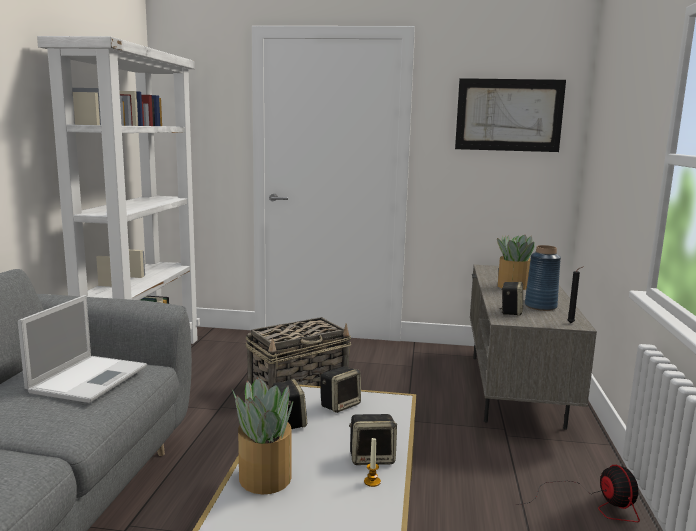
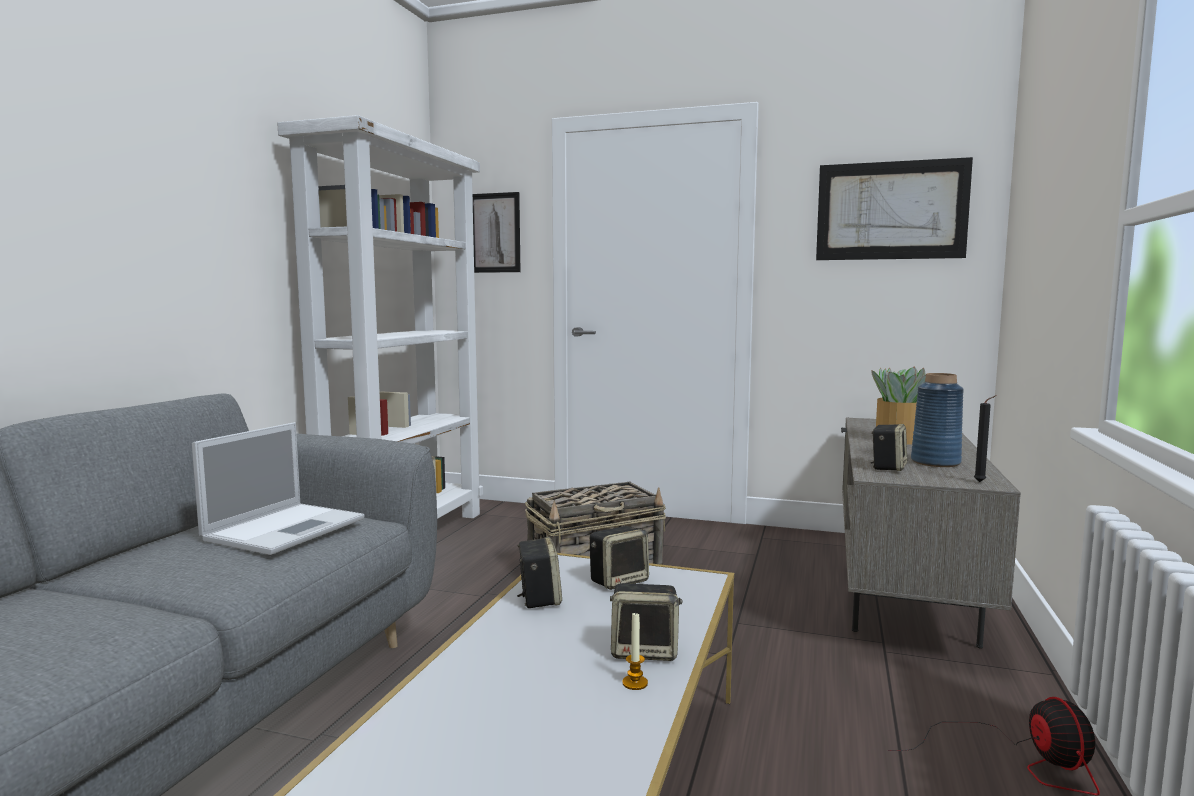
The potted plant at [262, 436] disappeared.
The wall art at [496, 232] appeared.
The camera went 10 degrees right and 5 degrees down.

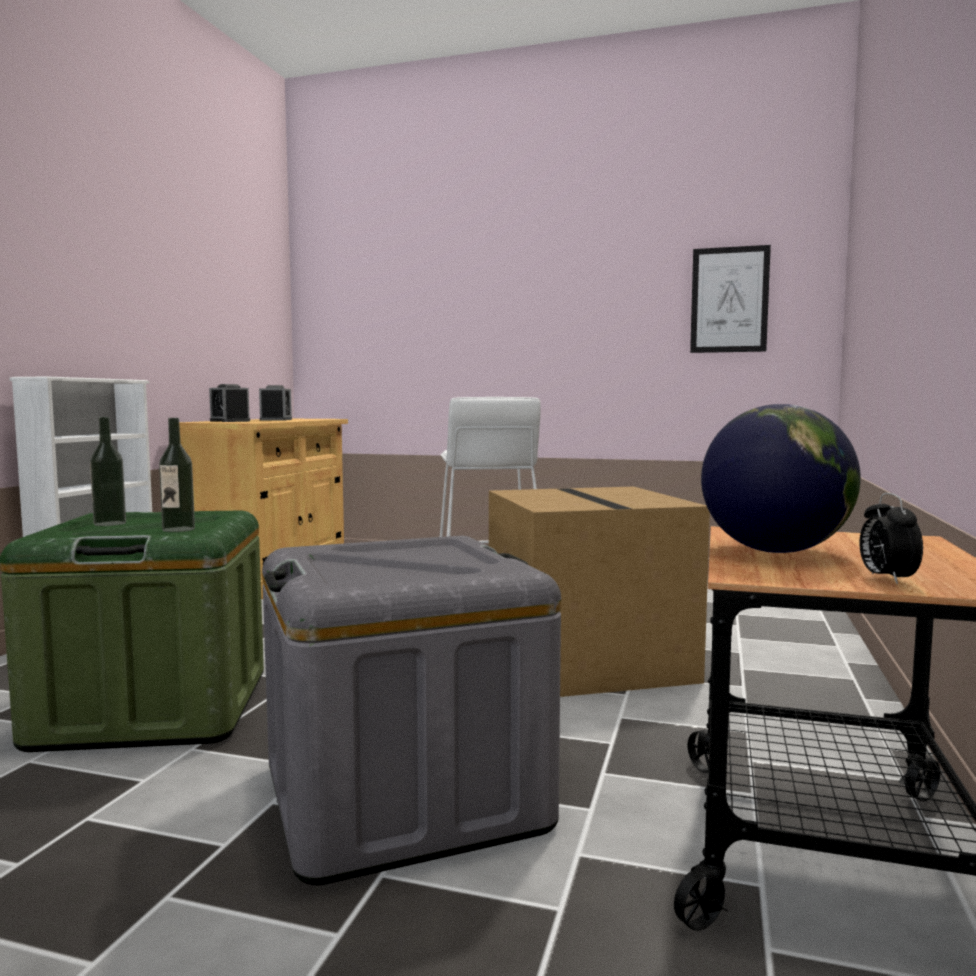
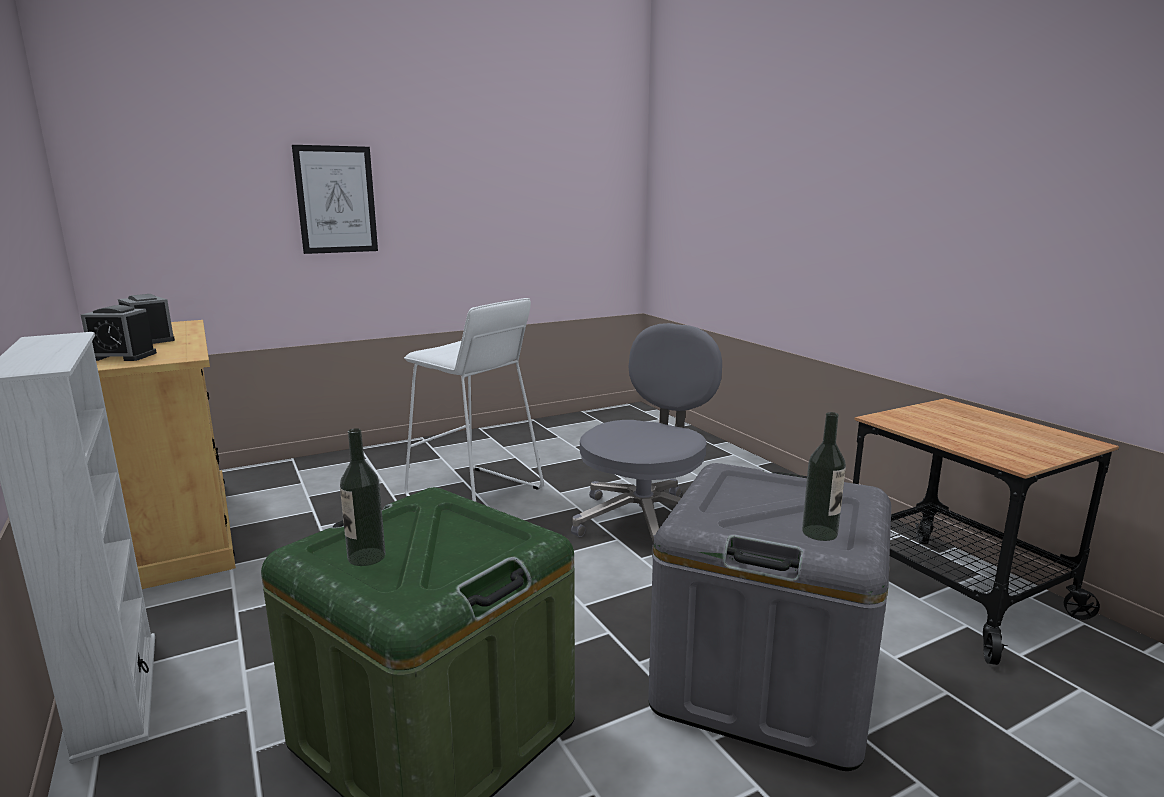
The world globe at [781, 478] disappeared.
The bedside clock at [891, 538] disappeared.
The bottle moved from [177, 475] to [824, 476].
The wall art moved from [730, 299] to [335, 199].
The carton at [599, 592] was replaced by the greyish office chair at [646, 440].
The camera went 45 degrees left and 10 degrees up.

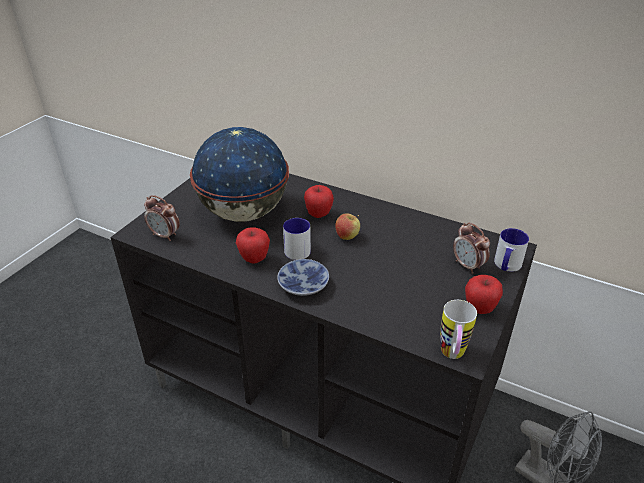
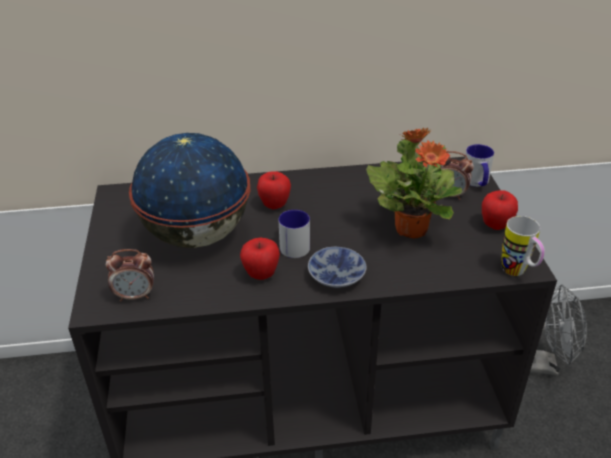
The apple at [347, 226] disappeared.
The potted plant at [414, 183] appeared.
The camera went 35 degrees left and 0 degrees up.

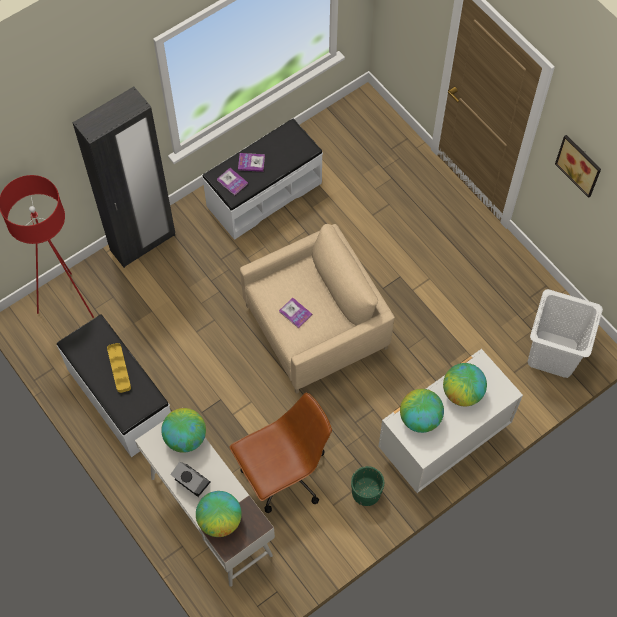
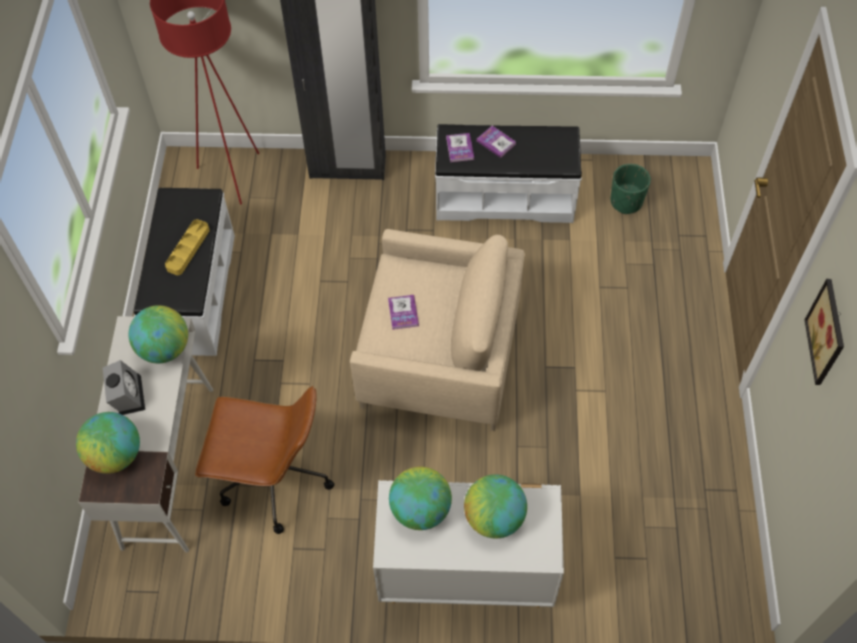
The white washing basket at [565, 333] disappeared.
The greenish planter moved from [367, 486] to [631, 189].
The camera went 40 degrees right and 5 degrees down.

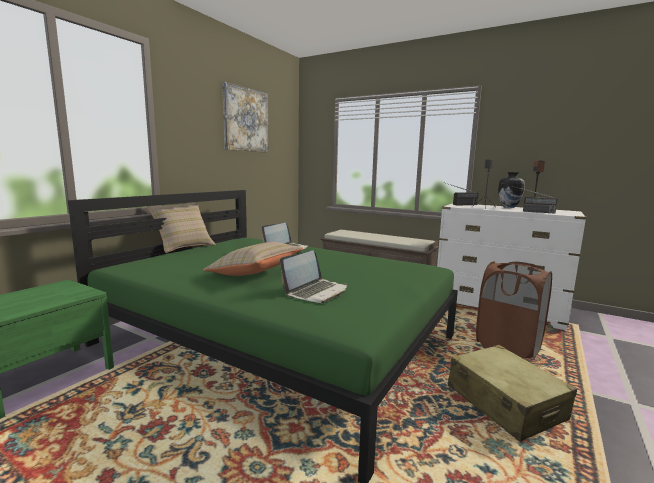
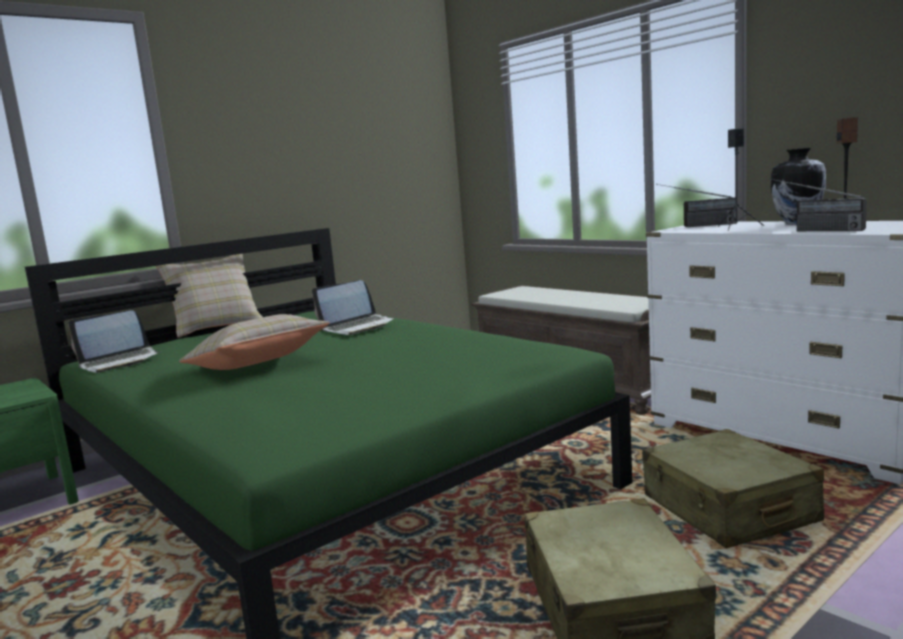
The wall art at [245, 117] disappeared.
The notebook computer moved from [313, 276] to [115, 341].
The brown-coloured washing basket at [514, 310] was replaced by the beige-coloured piece of luggage at [733, 488].
The camera went 20 degrees right and 0 degrees up.

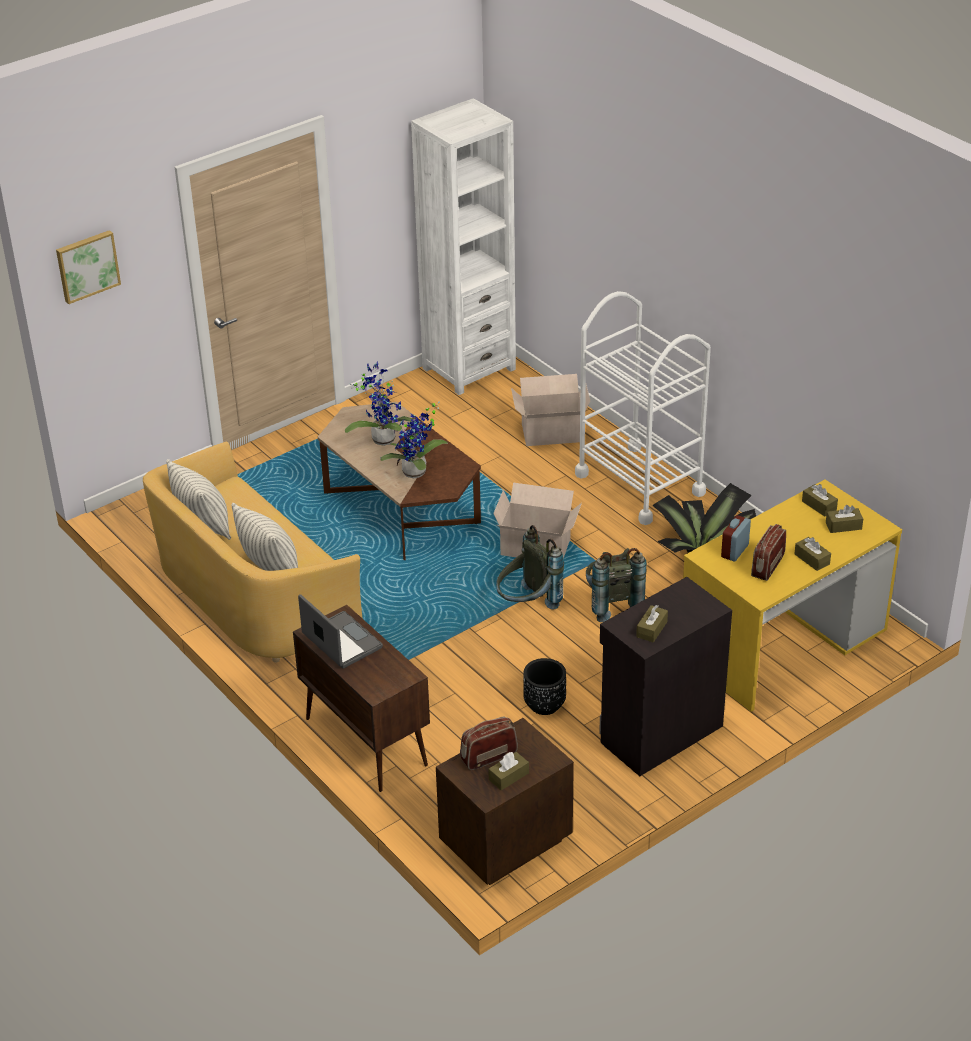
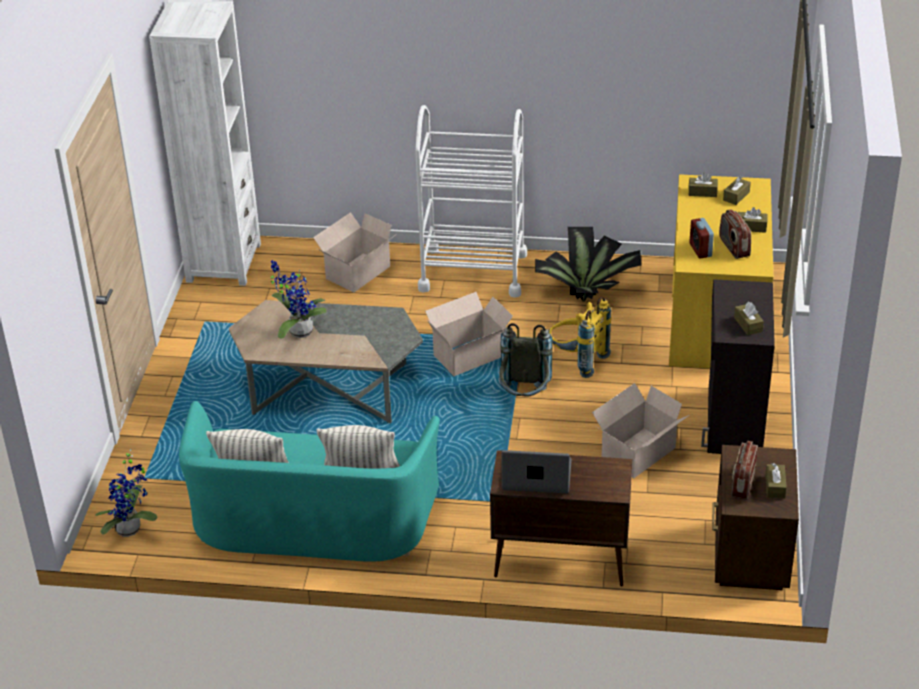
The wall art at [88, 267] disappeared.
The potted plant moved from [414, 440] to [126, 493].
The blackish planter at [544, 686] was replaced by the carton at [640, 430].
The yellowish settee at [253, 552] became the turquoise settee at [309, 481].
The brown-coloured coffee table at [399, 481] became the greyish coffee table at [326, 362].
The greyish knapsack at [616, 585] became the yellowish knapsack at [580, 337].
The camera went 45 degrees left and 0 degrees up.

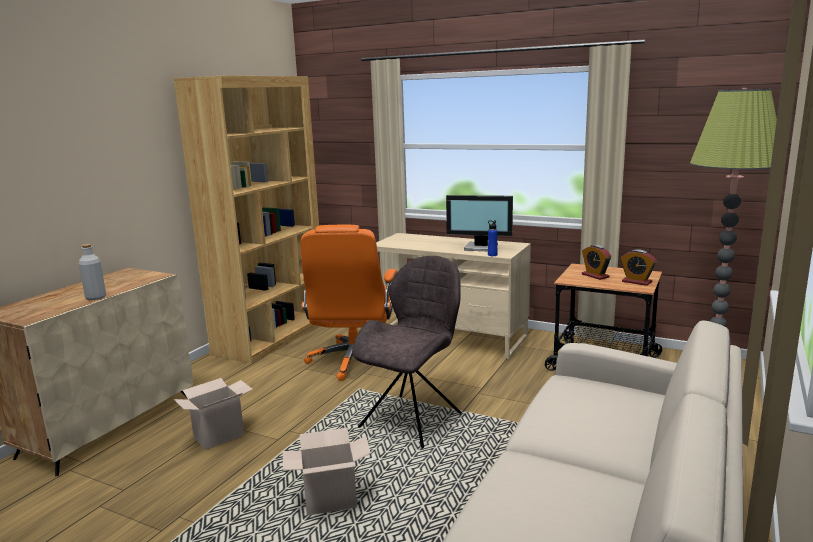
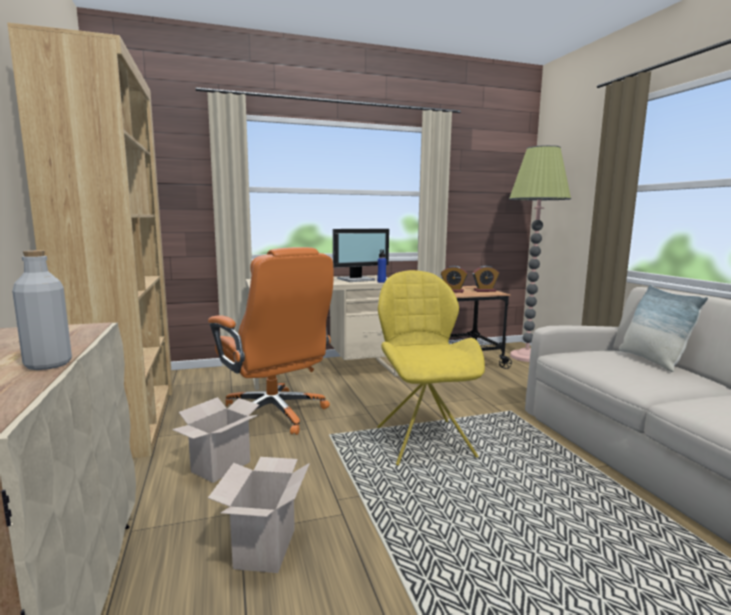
The cushion at [663, 328] appeared.
The carton moved from [327, 472] to [215, 440].
The greyish chair at [407, 352] became the yellowish chair at [431, 367].
The camera went 45 degrees left and 5 degrees down.

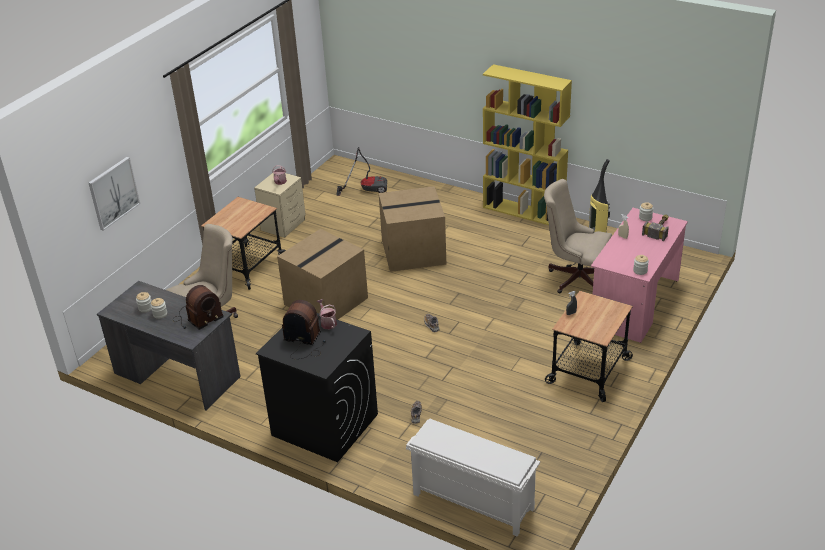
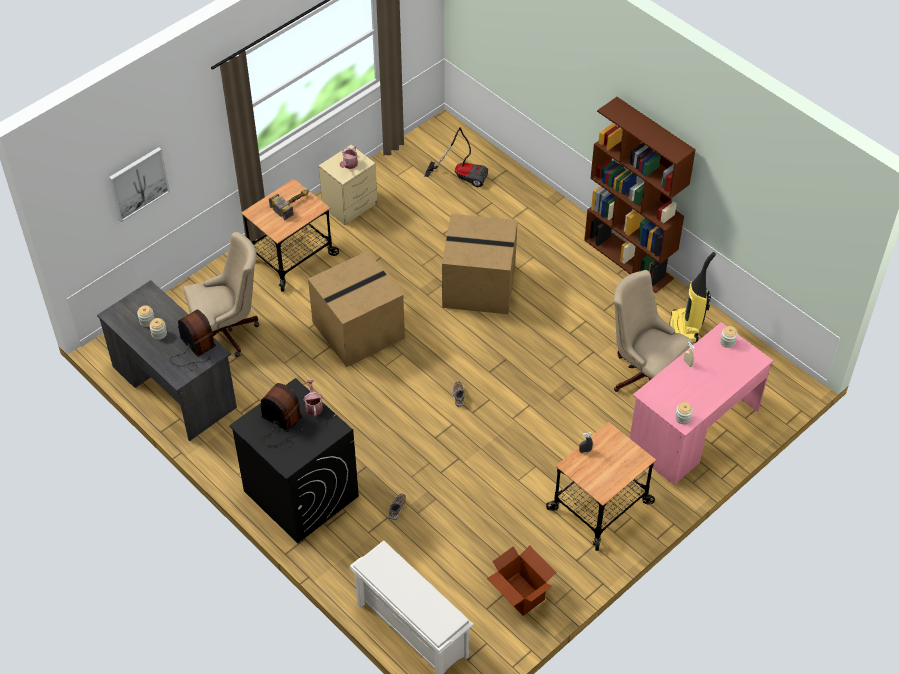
The carton at [521, 580] appeared.
The hammer moved from [655, 227] to [289, 204].
The yellowish bookcase at [527, 144] became the brown-coloured bookcase at [640, 195].
The radio set at [198, 307] turned 105 degrees counterclockwise.
The camera went 15 degrees right and 15 degrees up.

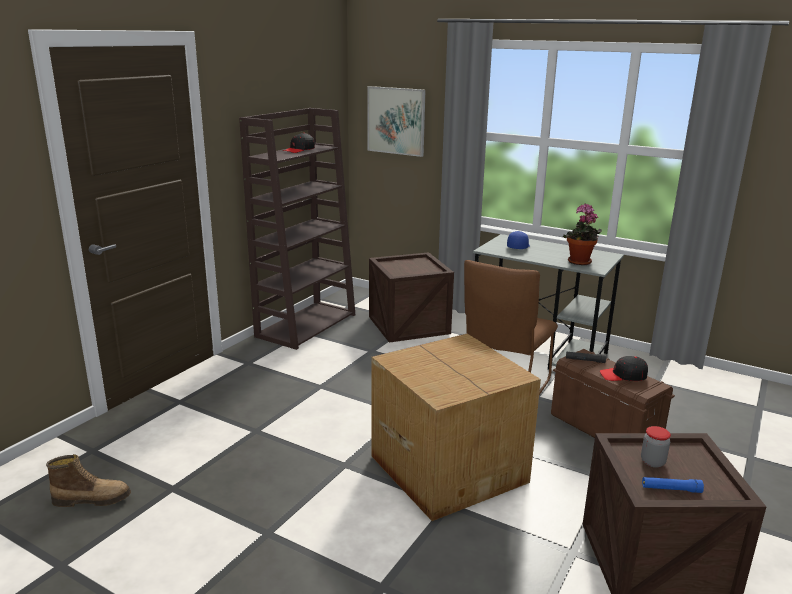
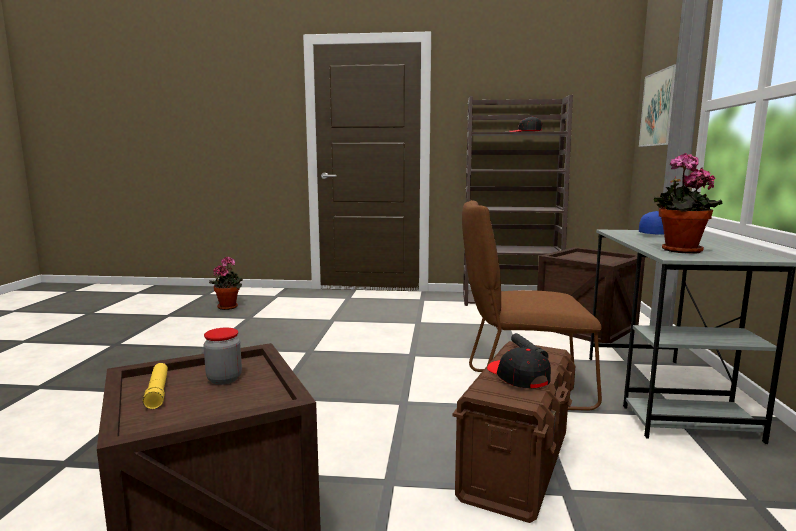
The carton at [456, 427] disappeared.
The high-top boot at [88, 480] was replaced by the potted plant at [226, 283].
The blue torch at [673, 485] became the yellowish torch at [155, 386].
The camera went 65 degrees right and 10 degrees down.

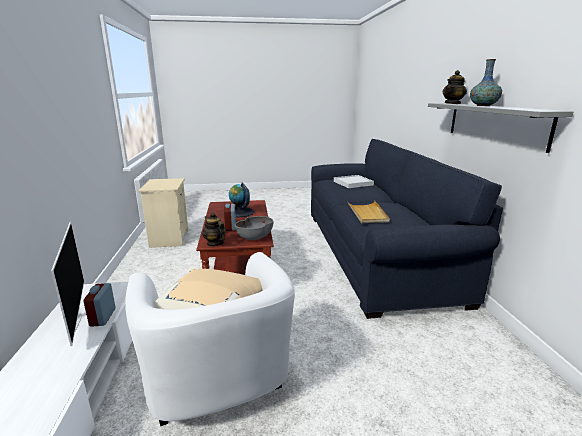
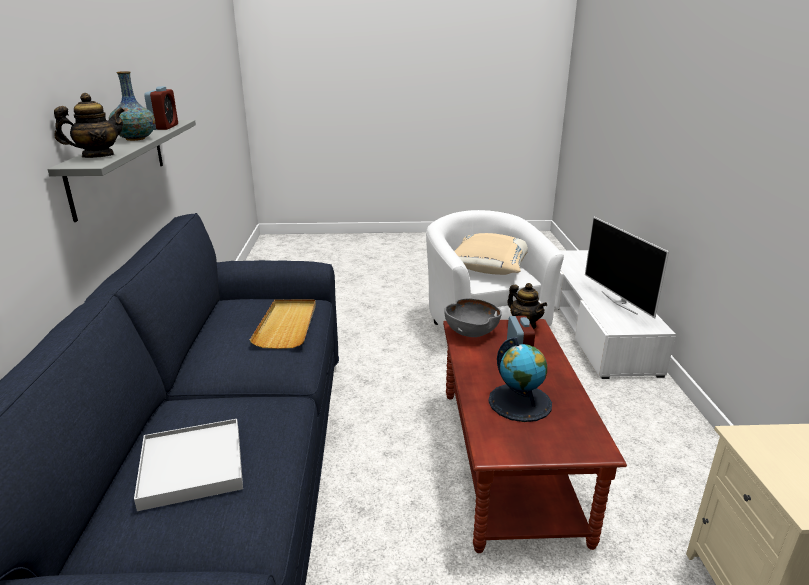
The bedside clock moved from [100, 305] to [161, 108].
The camera went 175 degrees left and 5 degrees up.

